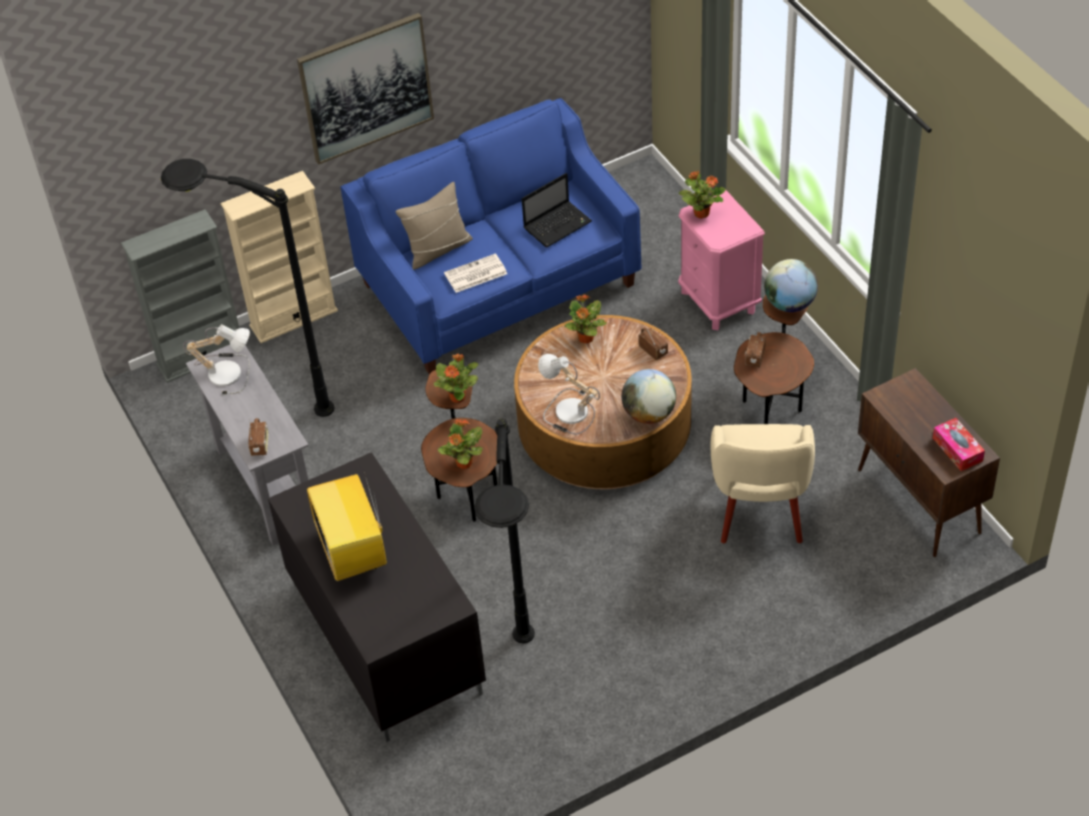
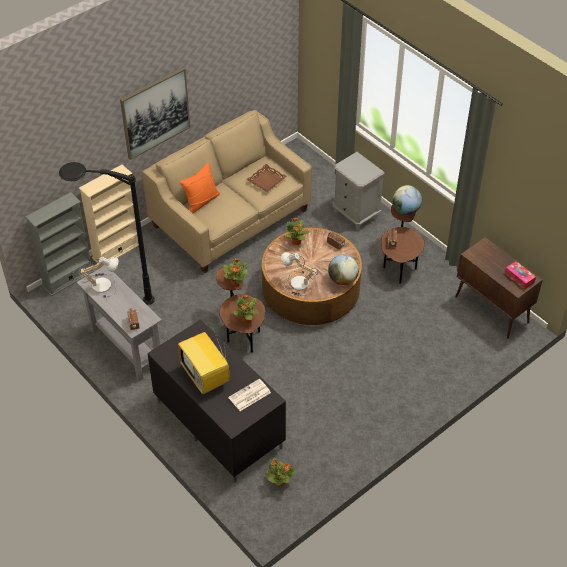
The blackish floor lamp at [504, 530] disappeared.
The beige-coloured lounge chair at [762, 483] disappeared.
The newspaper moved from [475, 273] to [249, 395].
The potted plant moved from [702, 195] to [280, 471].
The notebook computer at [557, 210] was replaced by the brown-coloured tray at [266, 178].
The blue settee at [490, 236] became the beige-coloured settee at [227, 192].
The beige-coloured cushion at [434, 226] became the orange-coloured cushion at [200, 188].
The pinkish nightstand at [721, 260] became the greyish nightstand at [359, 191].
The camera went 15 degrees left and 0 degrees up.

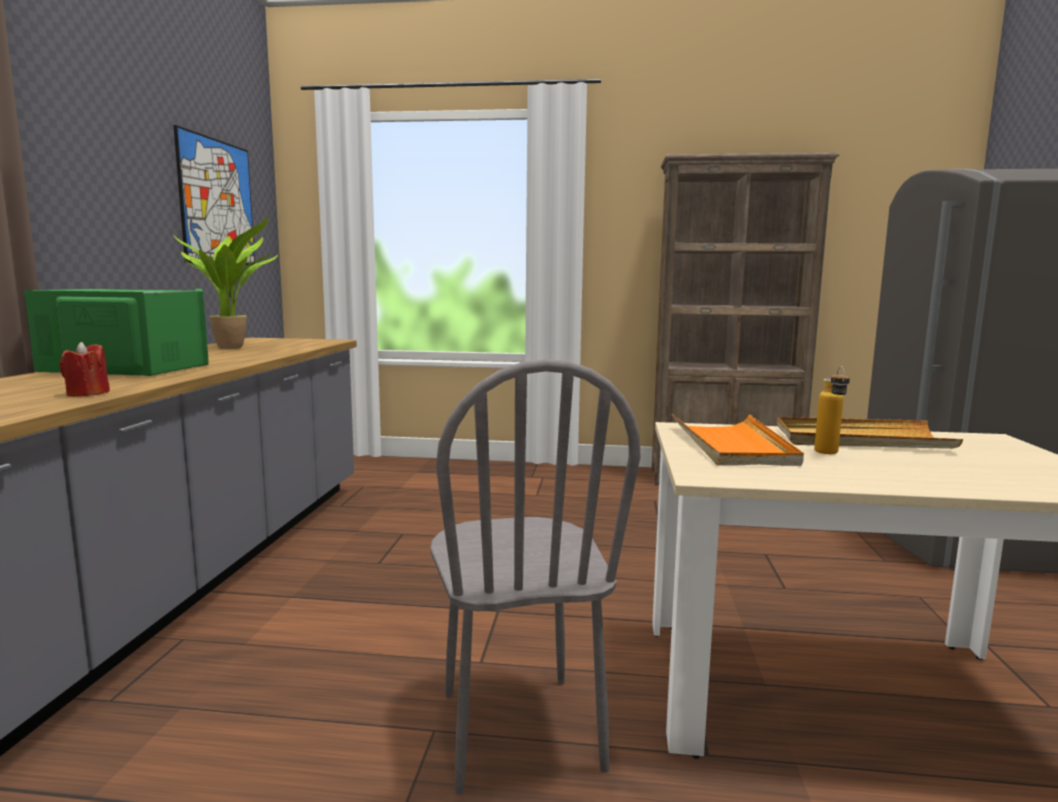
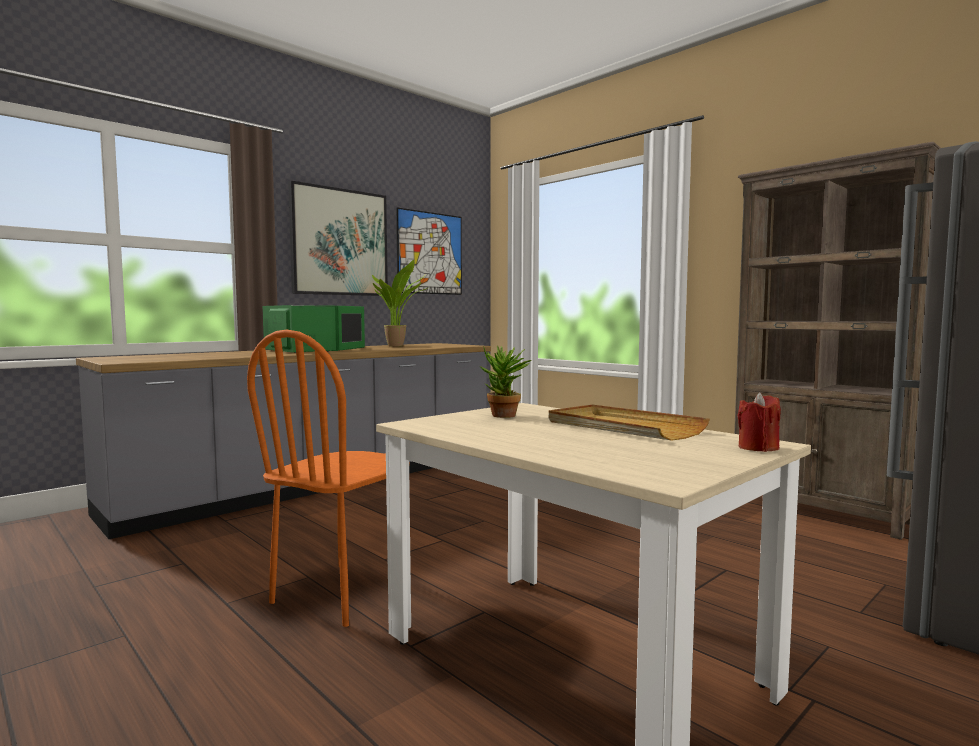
The bottle at [832, 410] disappeared.
The wall art at [338, 238] appeared.
The red-coloured candle moved from [85, 369] to [759, 422].
The orange-coloured tray at [738, 440] was replaced by the potted plant at [505, 382].
The greyish chair at [535, 577] became the orange-coloured chair at [328, 478].
The camera went 40 degrees right and 5 degrees down.

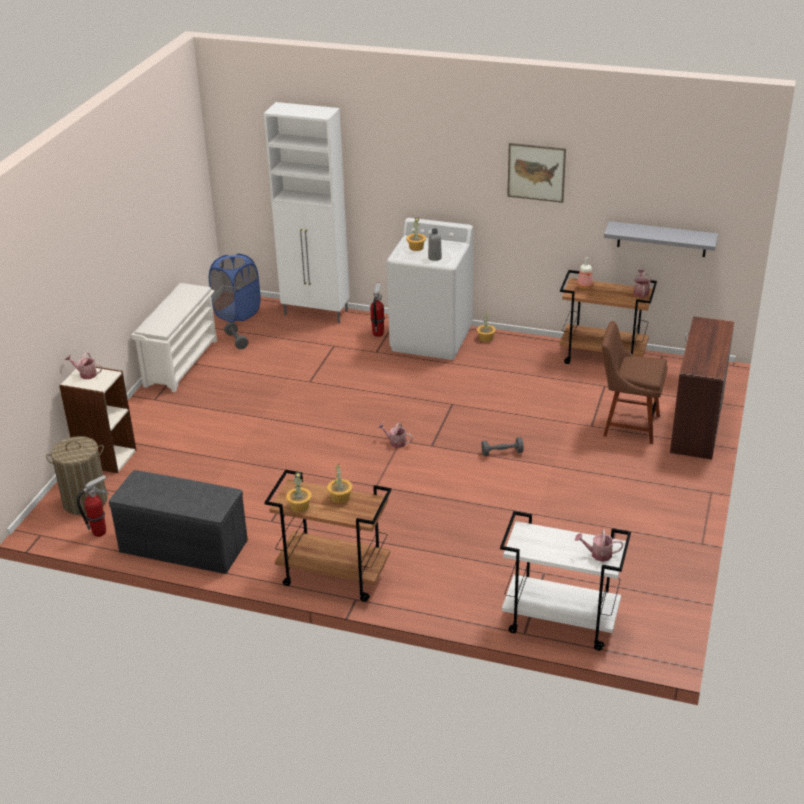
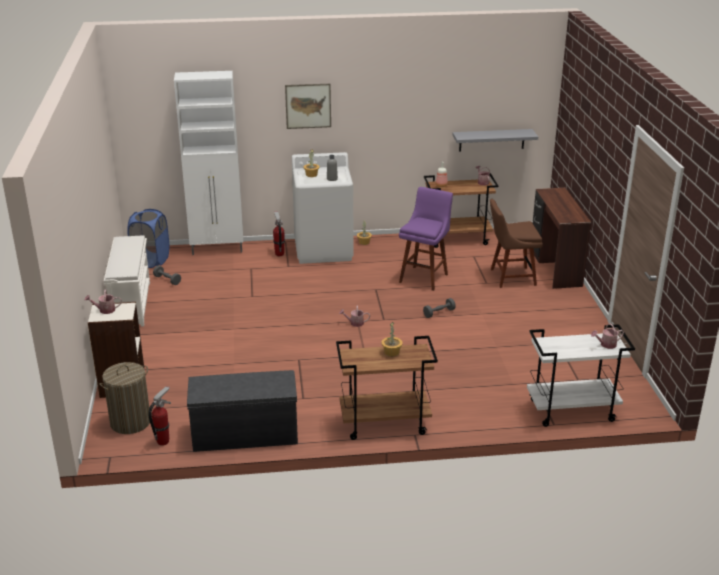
The potted plant at [299, 492] disappeared.
The purple stool at [426, 239] appeared.
The wall art moved from [536, 173] to [308, 106].
The camera went 25 degrees left and 5 degrees down.

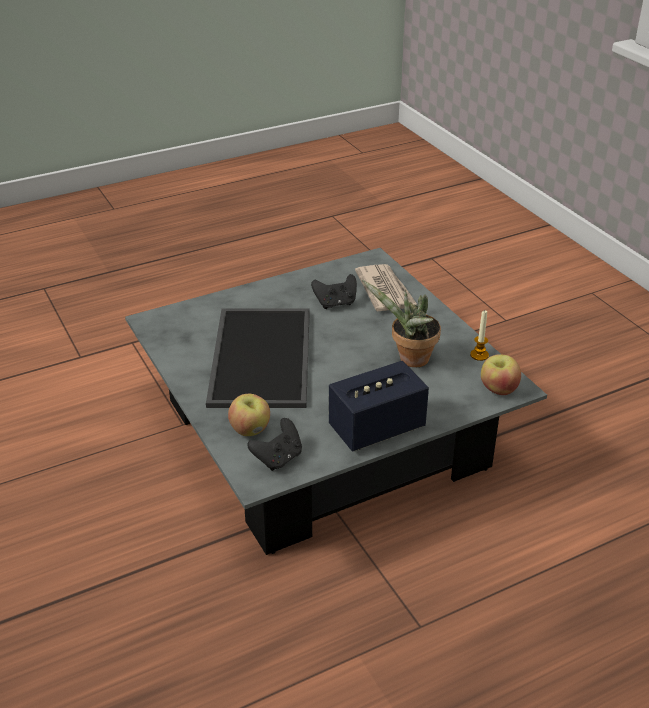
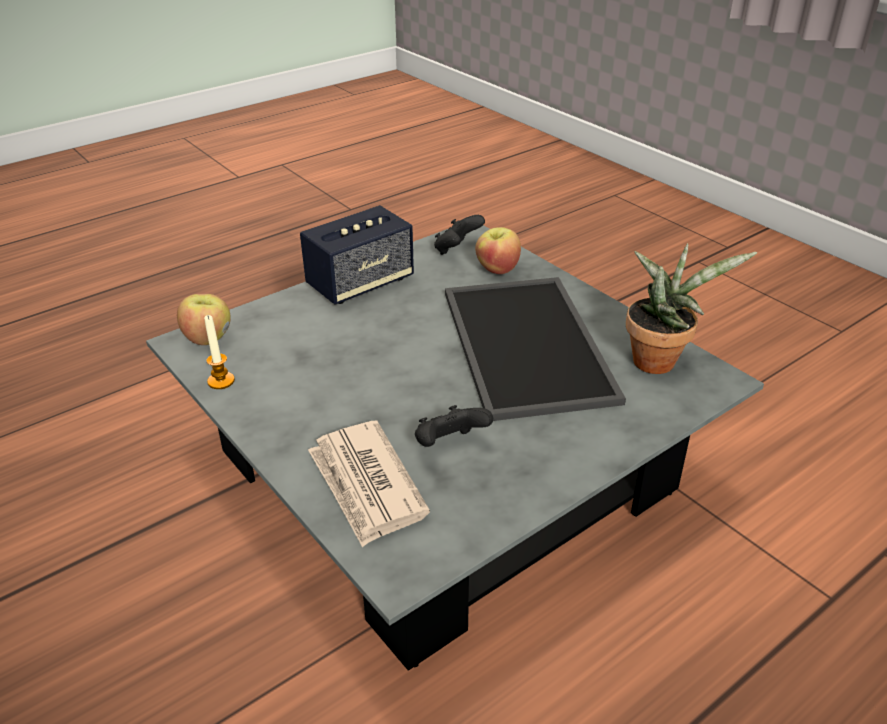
The potted plant moved from [401, 323] to [691, 308].
The camera went 170 degrees right and 0 degrees up.

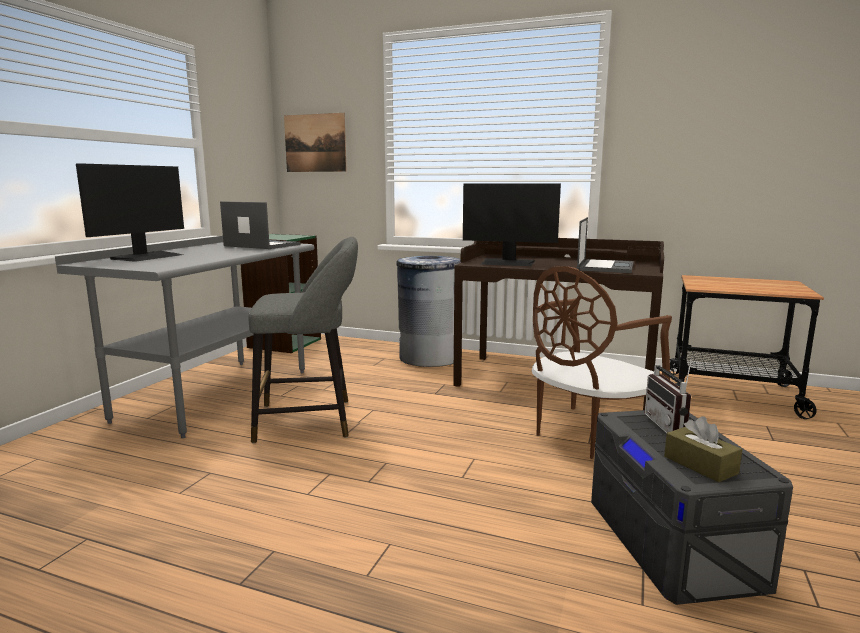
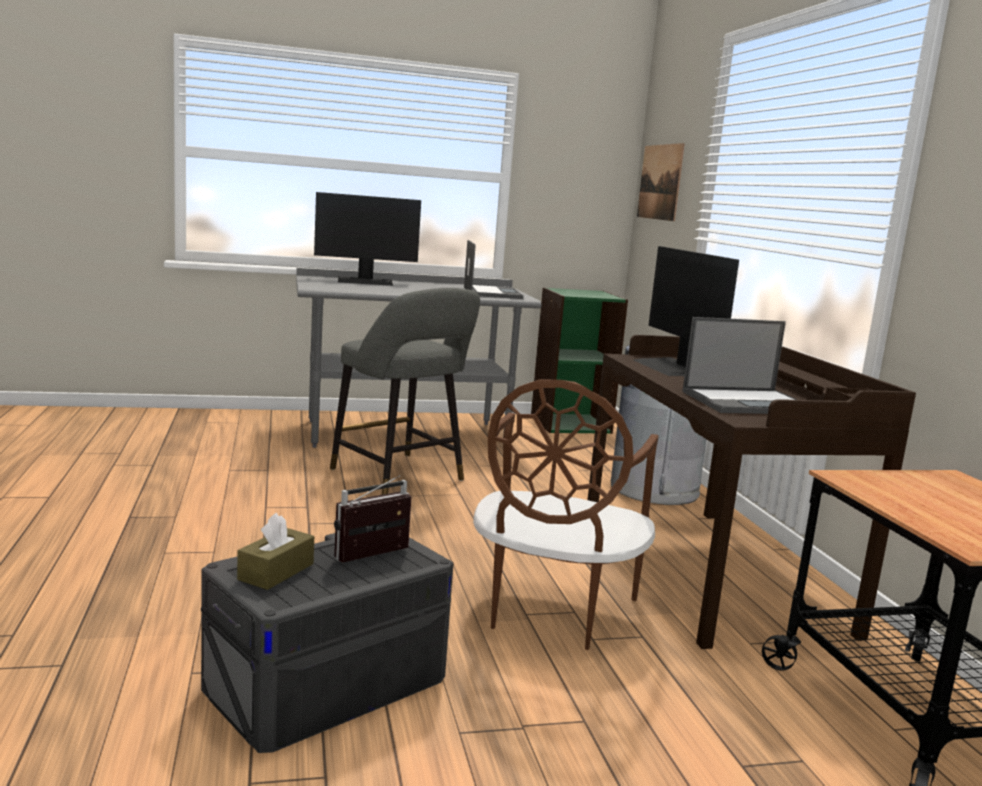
The brown-coloured chair at [602, 362] turned 90 degrees counterclockwise.
The camera went 55 degrees right and 0 degrees up.

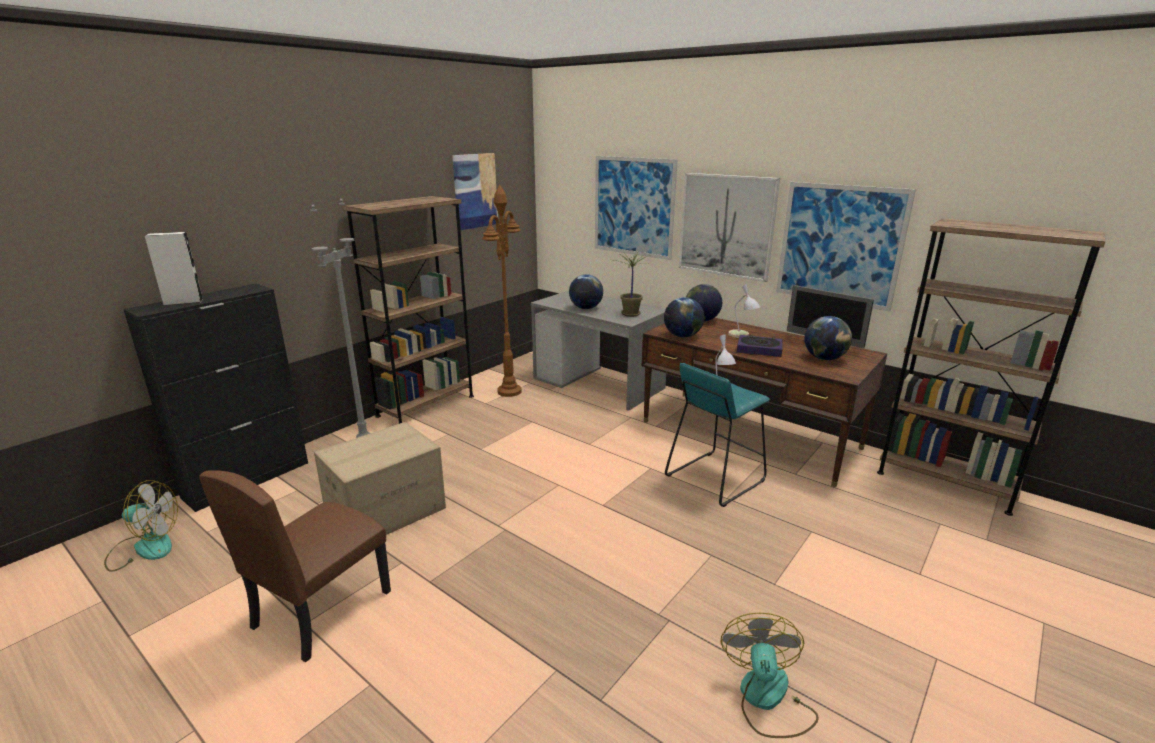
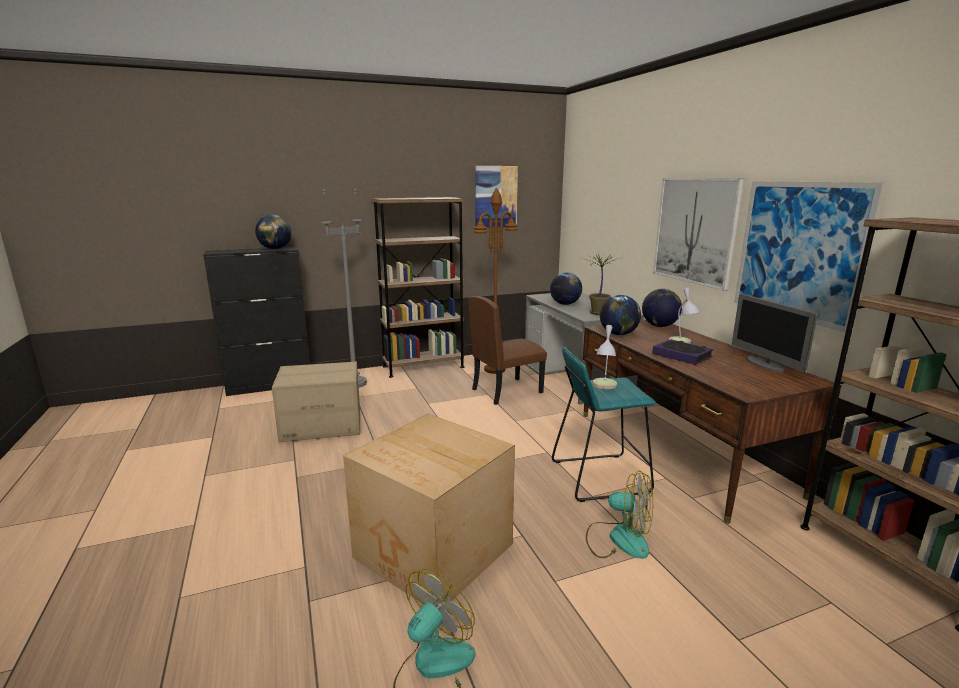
The greyish speaker at [174, 269] disappeared.
The wall art at [636, 208] disappeared.
The carton at [429, 510] appeared.
The fan moved from [141, 526] to [619, 515].
The brown-coloured chair moved from [295, 566] to [507, 350].
The world globe moved from [828, 338] to [273, 231].
The camera went 30 degrees right and 5 degrees down.

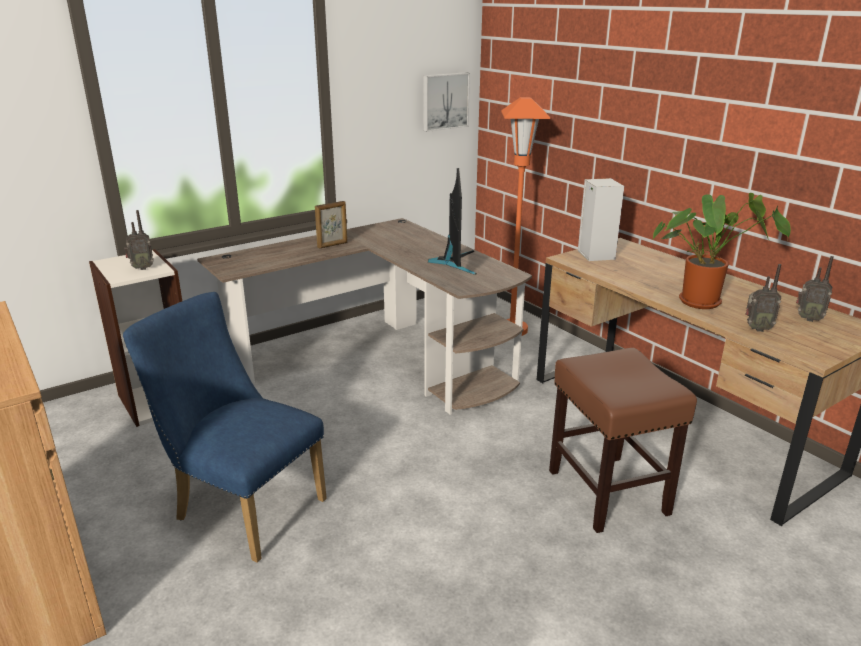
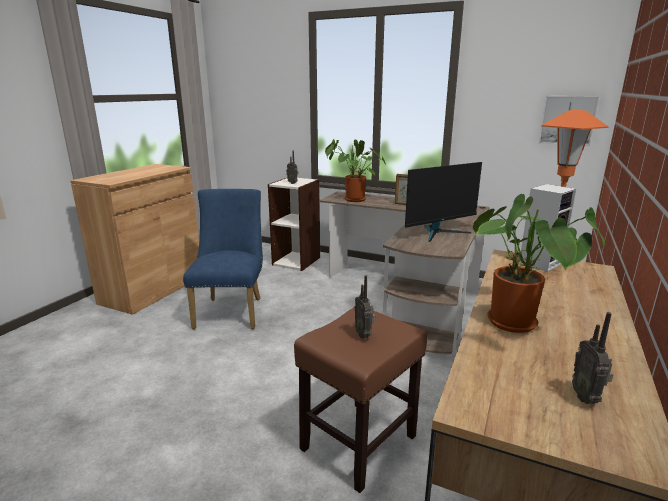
The potted plant at [355, 170] appeared.
The radio set moved from [763, 298] to [365, 307].
The camera went 60 degrees right and 5 degrees down.

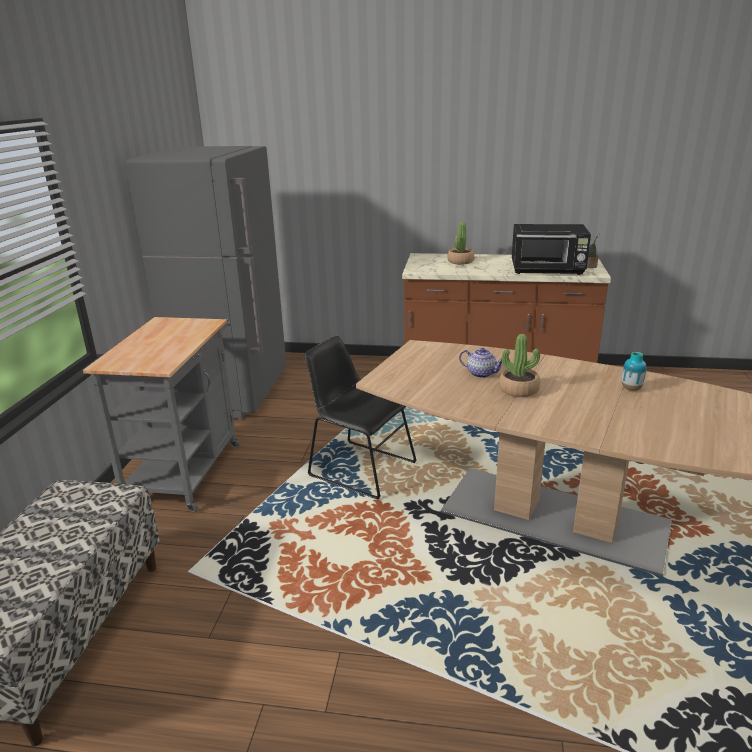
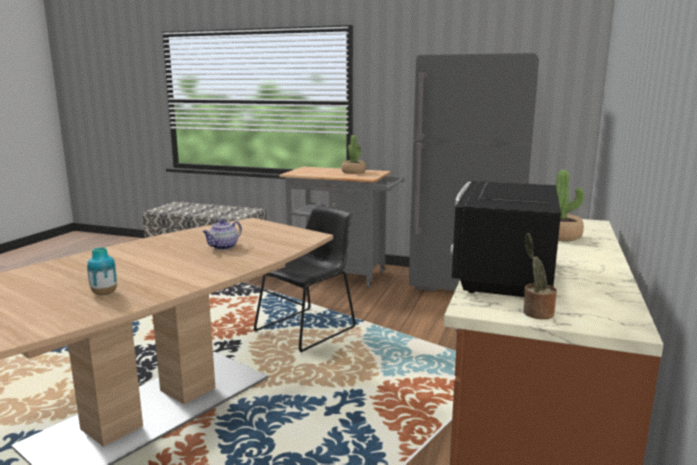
The potted plant moved from [519, 365] to [353, 154].
The camera went 100 degrees right and 10 degrees down.

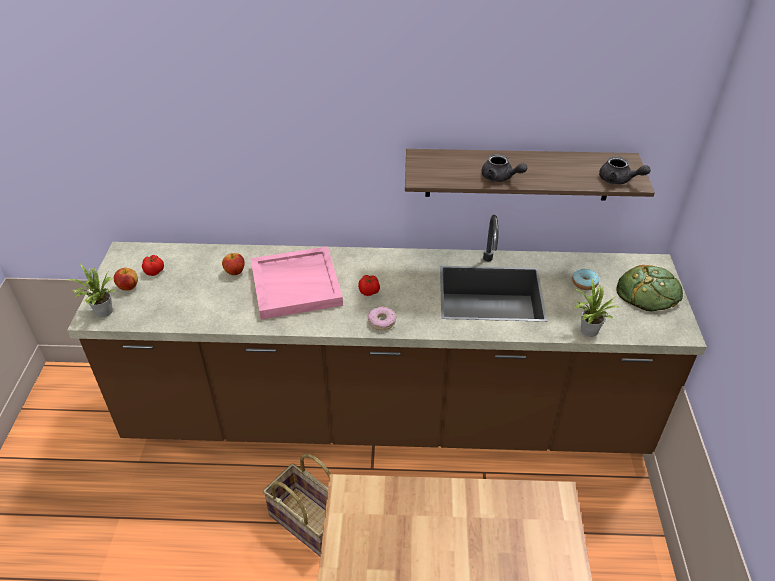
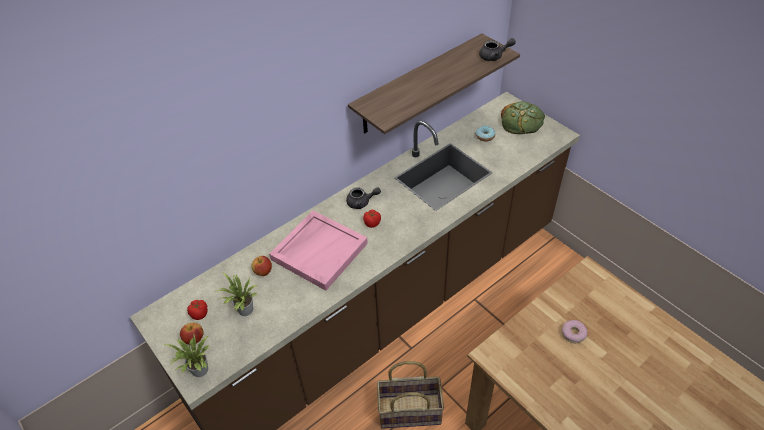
The donut moved from [382, 318] to [574, 331].
The greyish tea pot moved from [504, 168] to [363, 198].
The potted plant moved from [596, 307] to [237, 294].
The camera went 40 degrees left and 5 degrees up.

